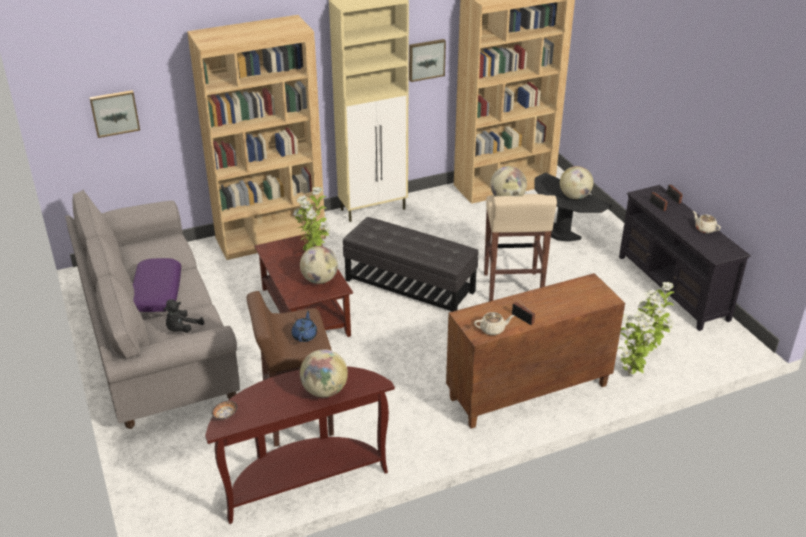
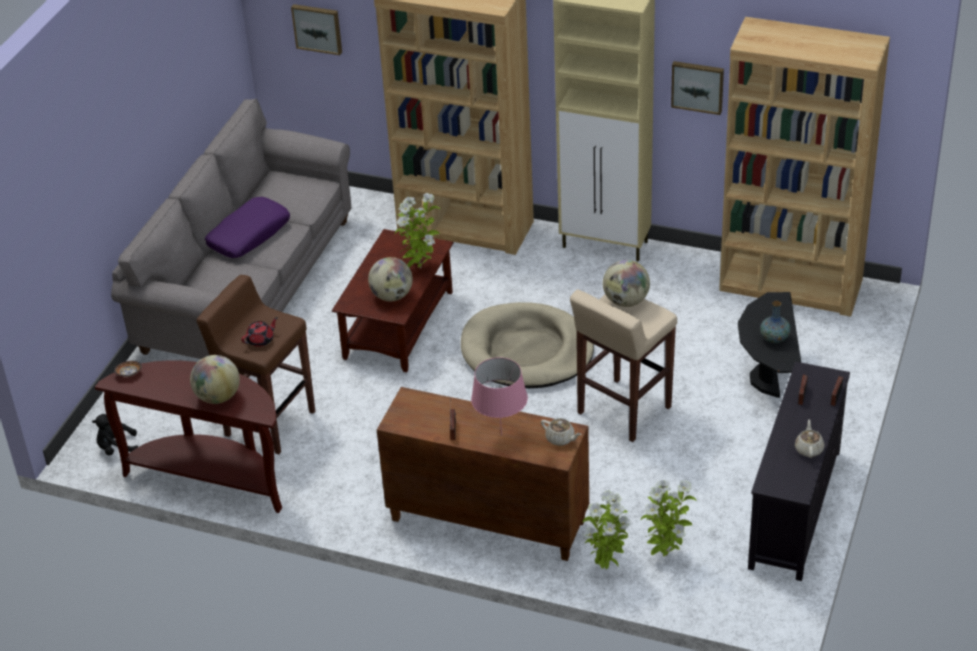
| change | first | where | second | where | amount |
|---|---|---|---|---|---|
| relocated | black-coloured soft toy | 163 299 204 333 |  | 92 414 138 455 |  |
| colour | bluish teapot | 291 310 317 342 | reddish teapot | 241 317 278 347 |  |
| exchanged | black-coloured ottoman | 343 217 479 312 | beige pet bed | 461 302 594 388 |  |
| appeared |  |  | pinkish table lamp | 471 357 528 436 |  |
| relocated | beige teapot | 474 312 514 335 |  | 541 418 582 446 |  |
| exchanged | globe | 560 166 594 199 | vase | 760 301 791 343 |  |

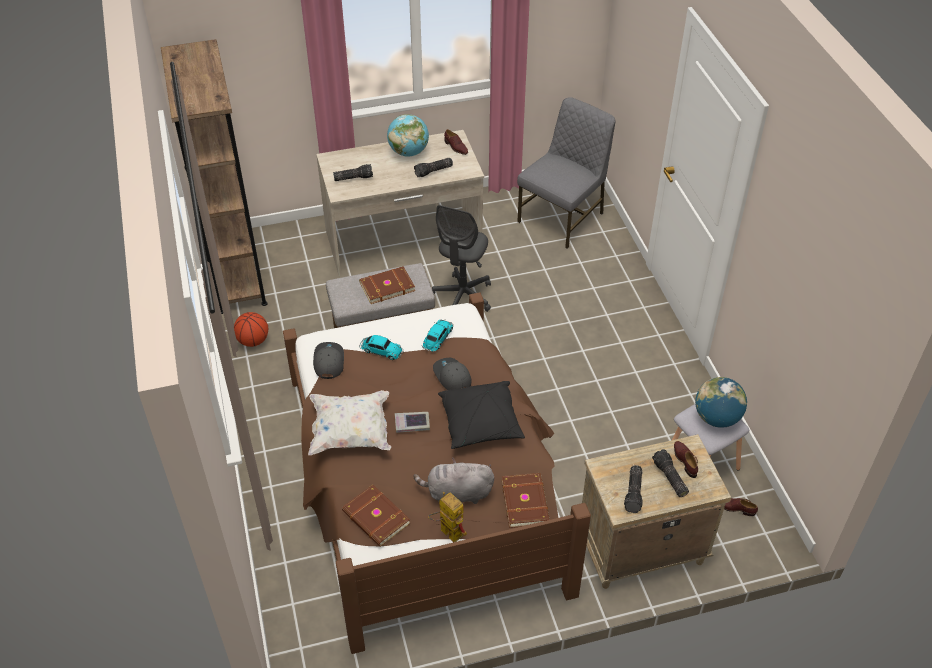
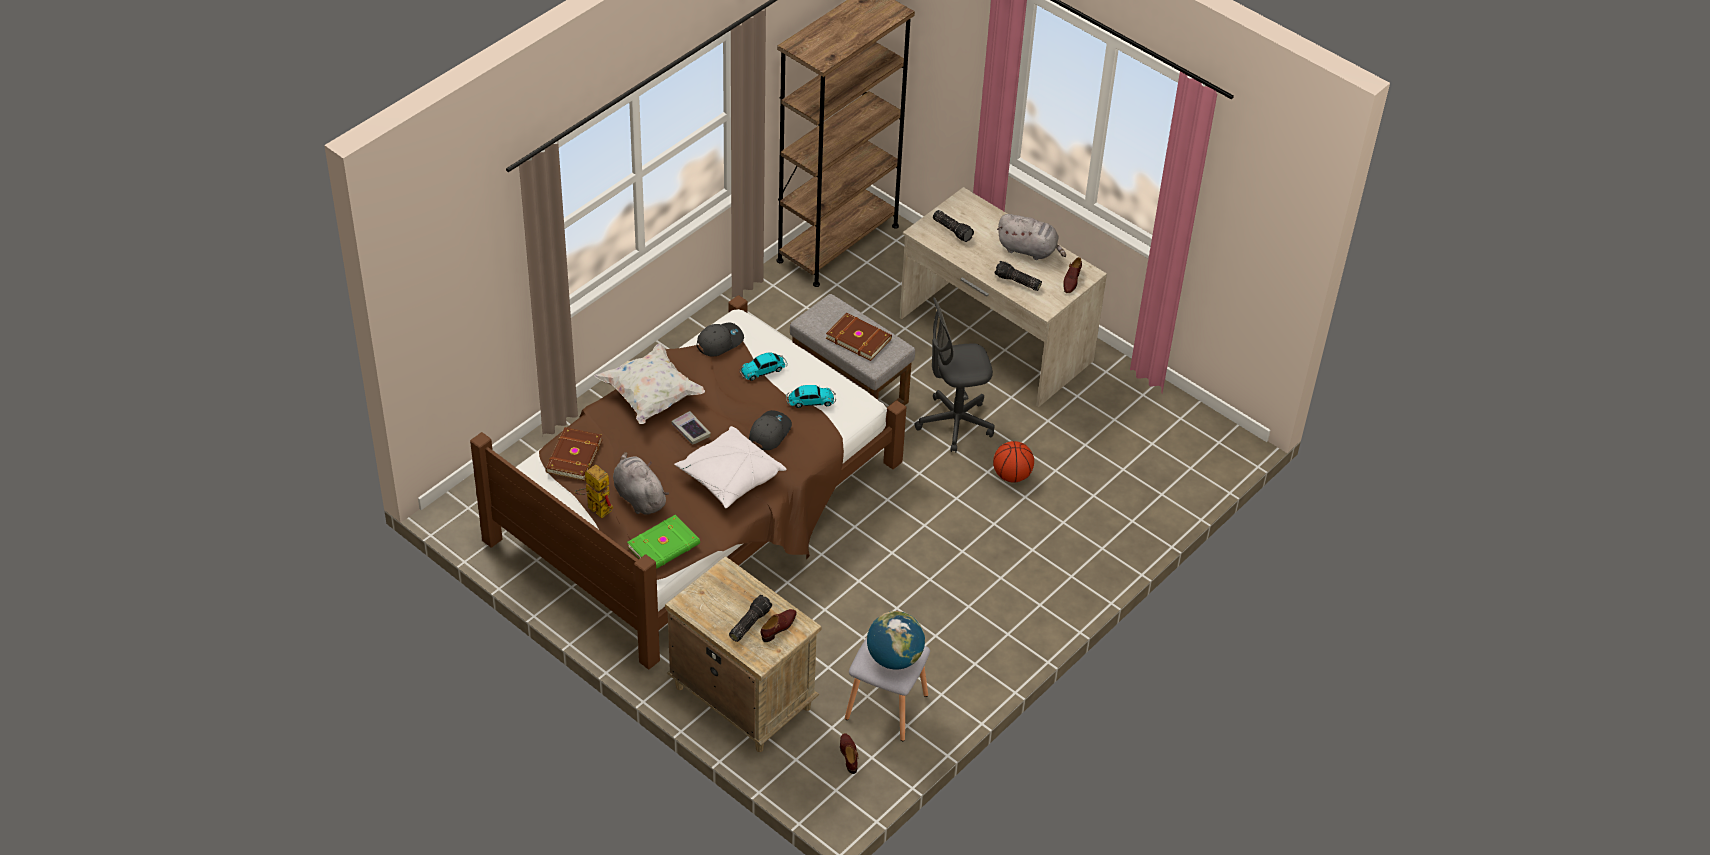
| change | first | where | second | where | amount |
|---|---|---|---|---|---|
| spun | model robot | 428 492 467 542 |  | 574 464 613 519 | 60 degrees counterclockwise |
| colour | brown volume | 502 473 550 528 | green volume | 627 515 700 569 |  |
| colour | black-coloured pillow | 438 381 525 449 | white-coloured pillow | 674 426 787 508 |  |
| spun | model car | 359 335 403 360 |  | 740 352 788 381 | 75 degrees clockwise |
| relocated | basketball ball | 234 312 268 347 |  | 993 441 1034 483 |  |
| exchanged | globe | 387 114 429 157 | gray soft toy | 997 214 1066 260 |  |
| missing | gray plain chair | 517 97 616 249 |  |  |  |
| missing | torch | 624 465 643 513 |  |  |  |

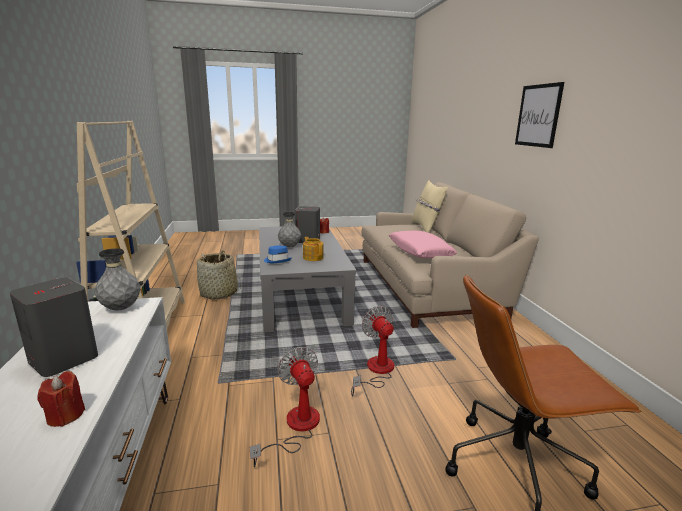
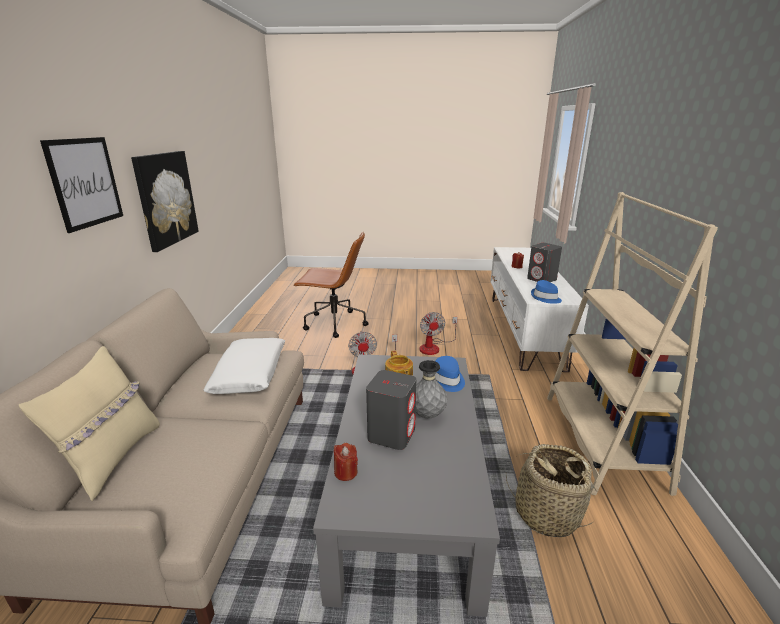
| change | first | where | second | where | amount |
|---|---|---|---|---|---|
| appeared |  |  | picture | 131 151 199 252 |  |
| colour | pinkish pillow | 389 231 457 258 | white-coloured pillow | 203 338 285 394 |  |
| exchanged | gray vase | 94 248 140 310 | bluish wearable hat | 531 280 562 304 |  |

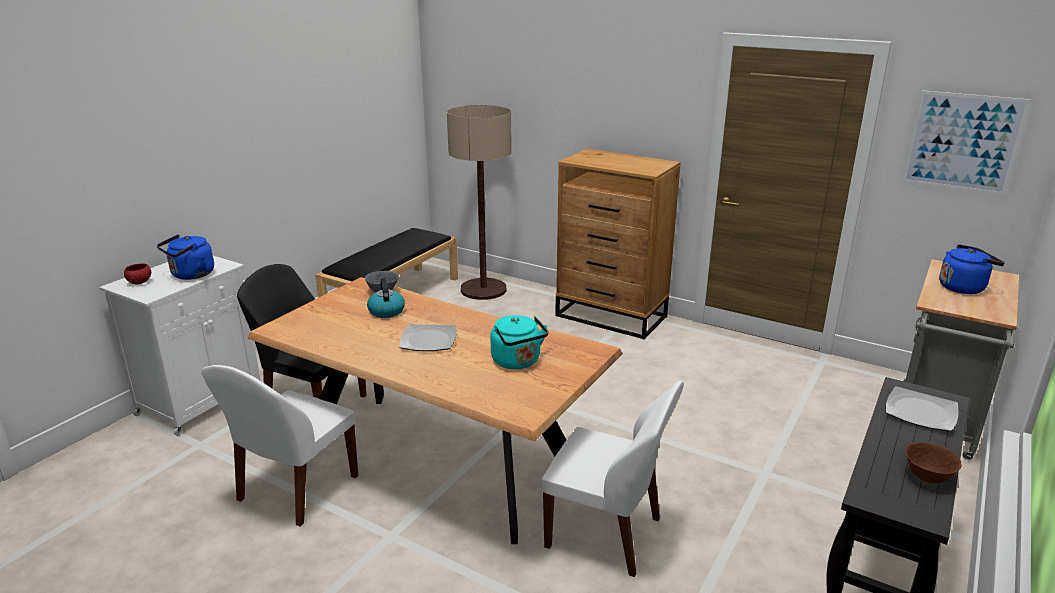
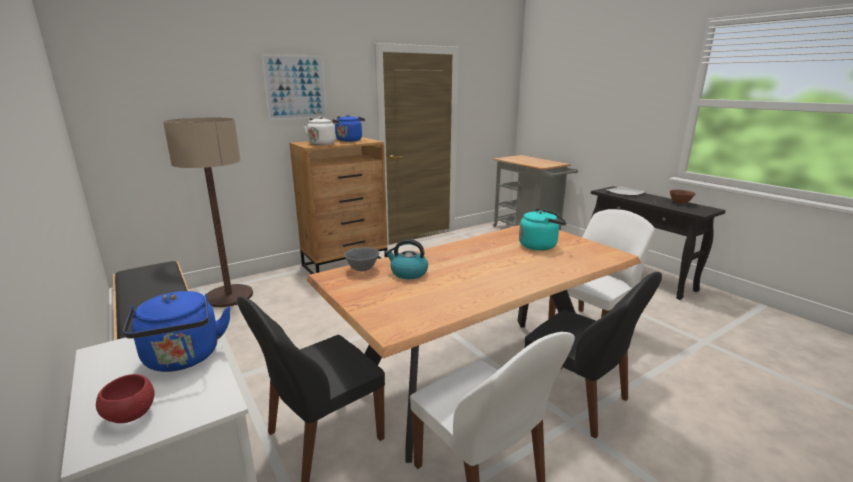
| change | first | where | second | where | amount |
|---|---|---|---|---|---|
| relocated | picture | 902 90 1031 195 |  | 261 54 327 121 |  |
| appeared |  |  | white-coloured tea kettle | 303 117 339 145 |  |
| relocated | bluish tea kettle | 939 244 1005 294 |  | 335 115 365 142 |  |
| appeared |  |  | black-coloured plain chair | 525 272 662 439 |  |
| missing | dinner plate | 399 324 457 351 |  |  |  |

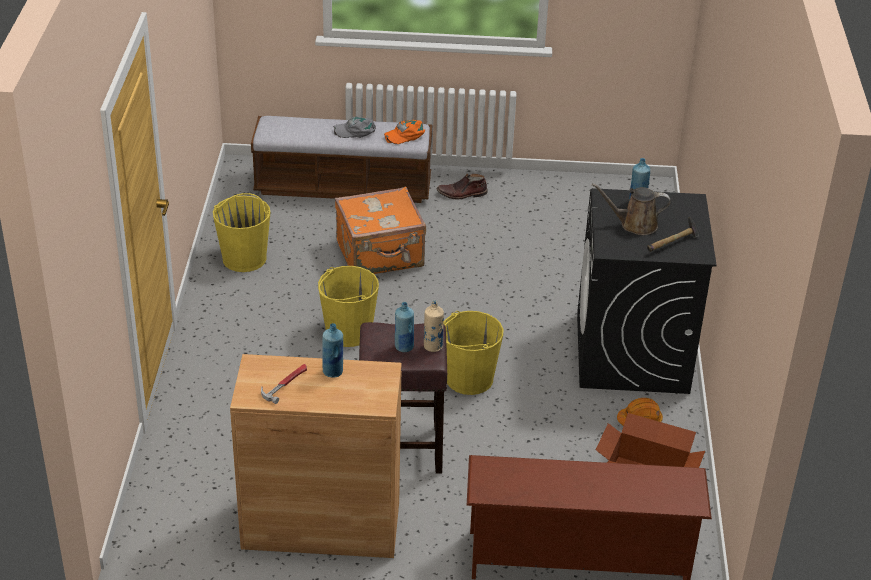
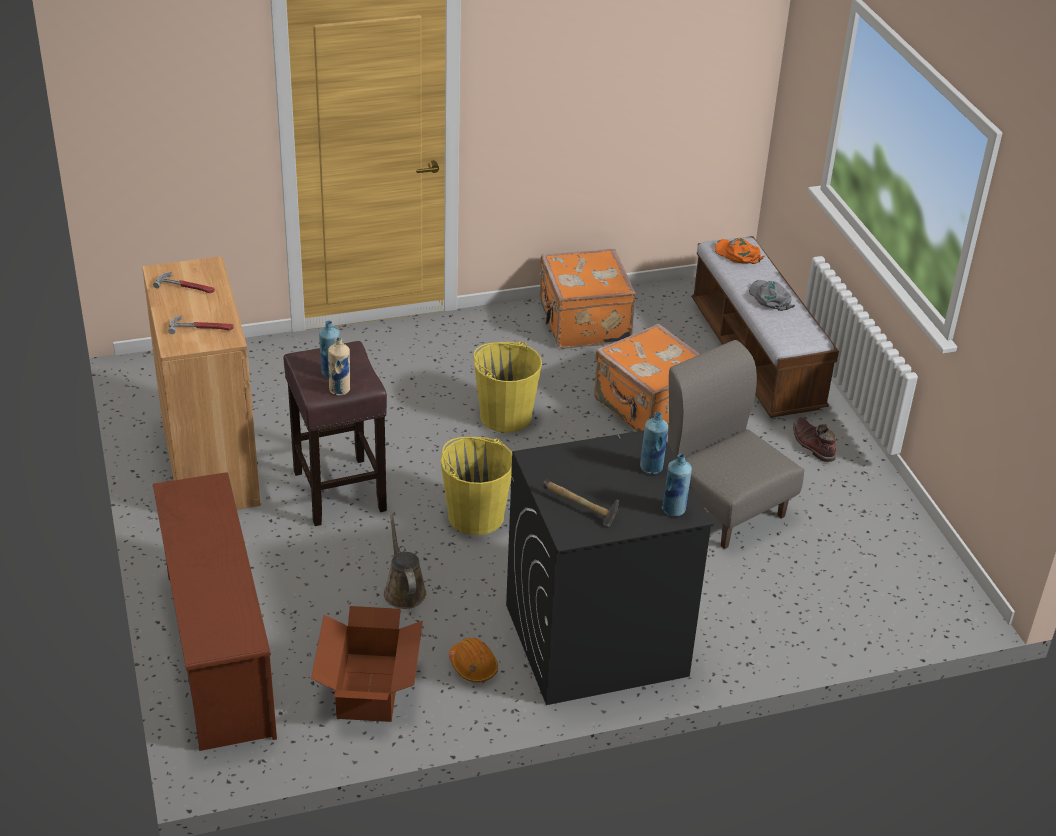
| change | first | where | second | where | amount |
|---|---|---|---|---|---|
| appeared |  |  | hammer | 168 315 234 334 |  |
| relocated | brown watering pot | 592 183 670 235 |  | 384 513 427 609 |  |
| exchanged | yellow-coloured pail | 213 193 271 272 | orange suitcase | 539 249 636 349 |  |
| relocated | bluish bottle | 322 323 343 378 |  | 662 454 692 516 |  |
| appeared |  |  | gray plain chair | 668 340 804 549 |  |
| relocated | orange peaked cap | 384 120 425 144 |  | 715 238 765 264 |  |

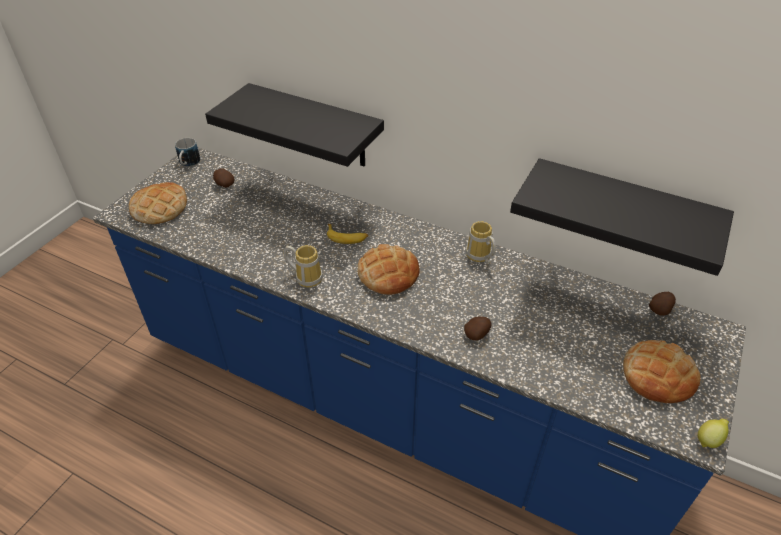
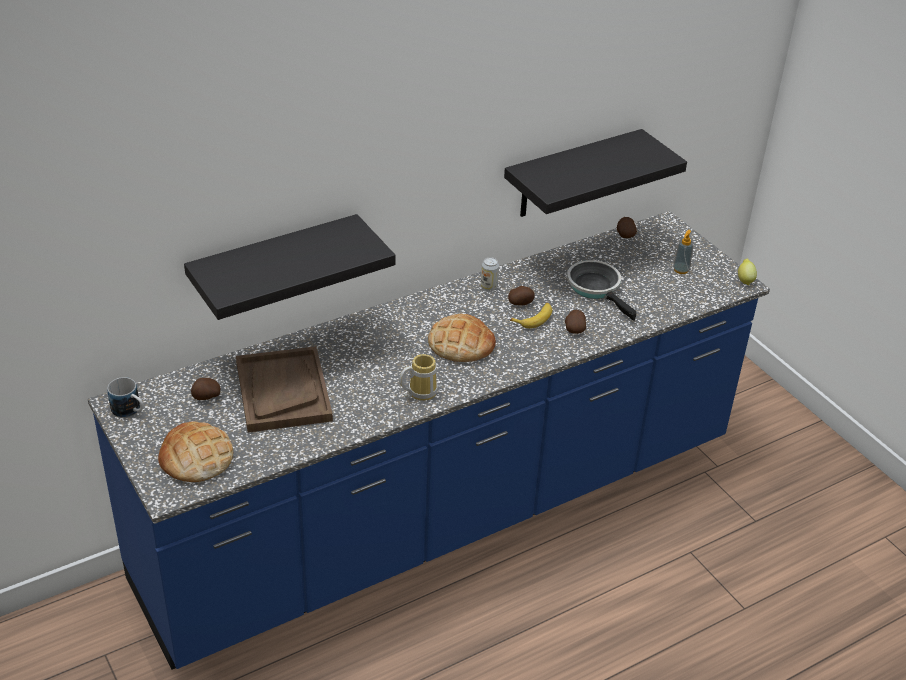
| change | first | where | second | where | amount |
|---|---|---|---|---|---|
| appeared |  |  | brown serving tray | 236 346 333 433 |  |
| exchanged | mug | 466 221 496 264 | sealed can | 481 257 499 291 |  |
| appeared |  |  | spud | 508 286 535 305 |  |
| relocated | whole banana | 327 224 368 244 |  | 510 303 552 328 |  |
| appeared |  |  | pan | 567 260 637 321 |  |
| exchanged | baked bread | 623 340 701 403 | soap dispenser | 673 230 694 274 |  |

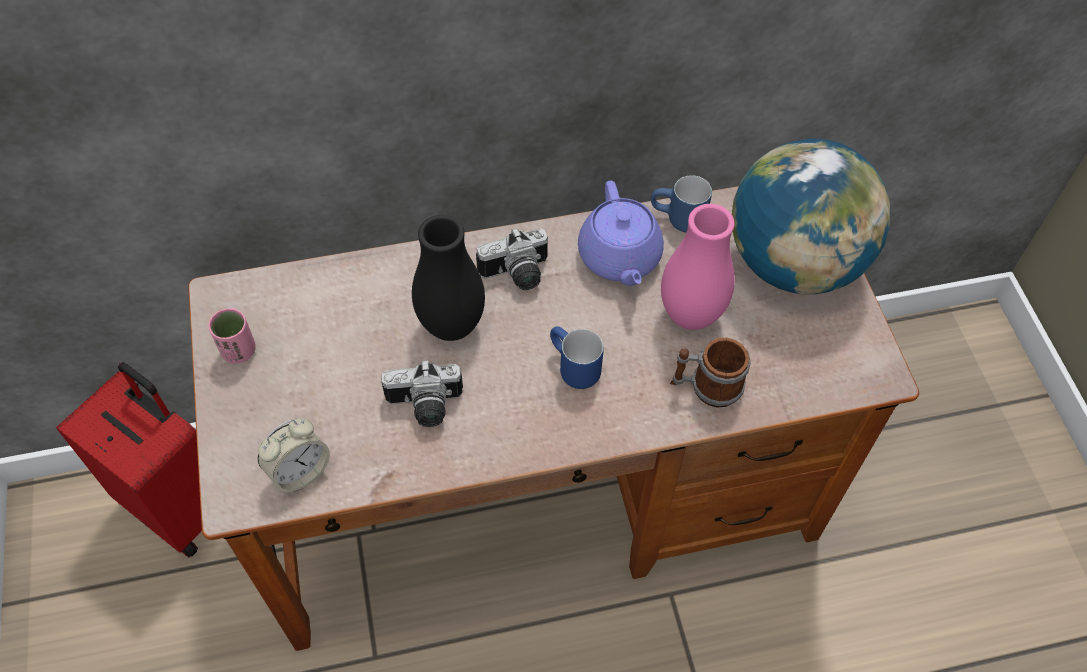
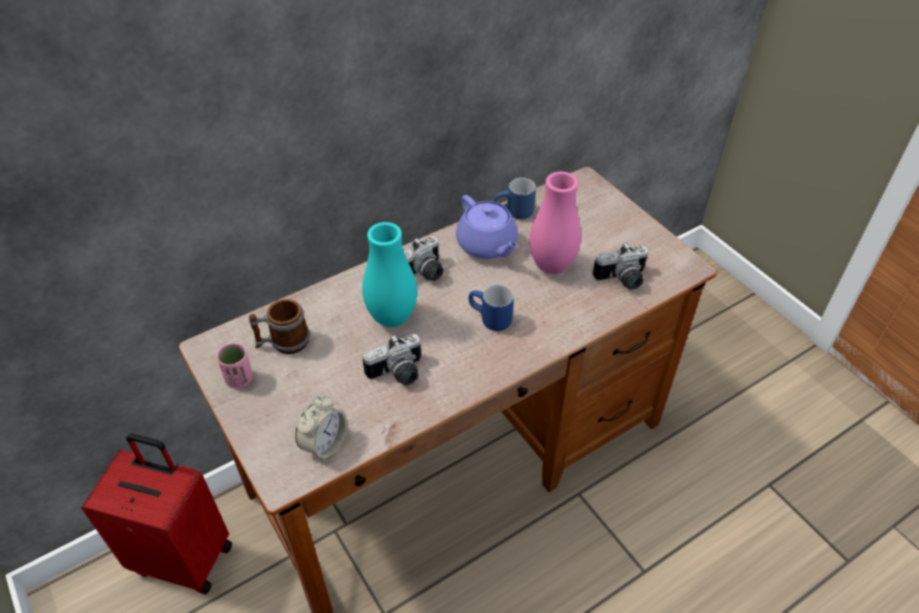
| change | first | where | second | where | amount |
|---|---|---|---|---|---|
| relocated | mug | 670 337 751 408 |  | 249 299 310 354 |  |
| colour | black-coloured vase | 412 215 485 341 | blue-green vase | 362 222 417 327 |  |
| appeared |  |  | photo camera | 593 243 648 290 |  |
| missing | globe | 732 139 890 294 |  |  |  |

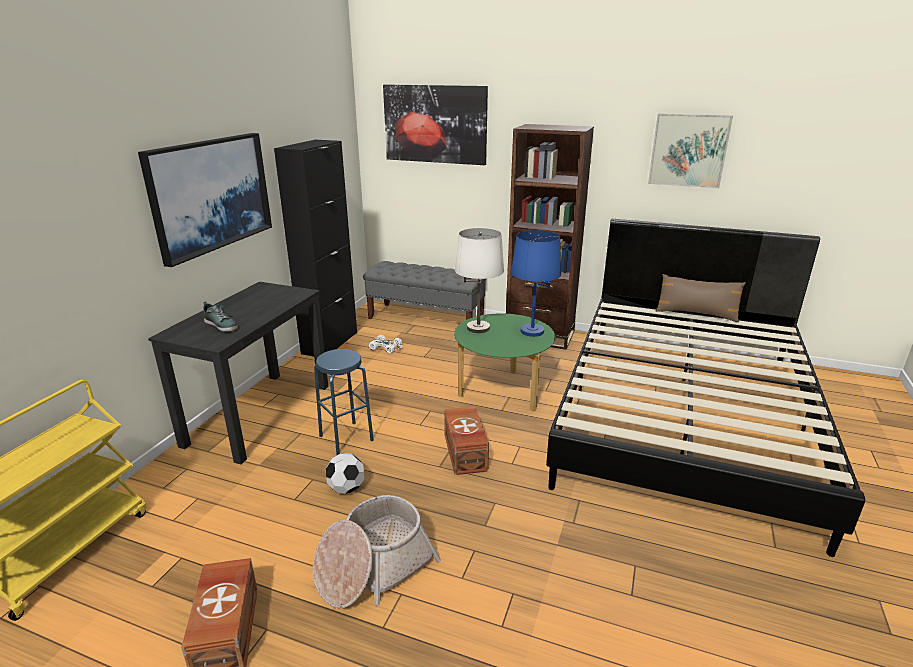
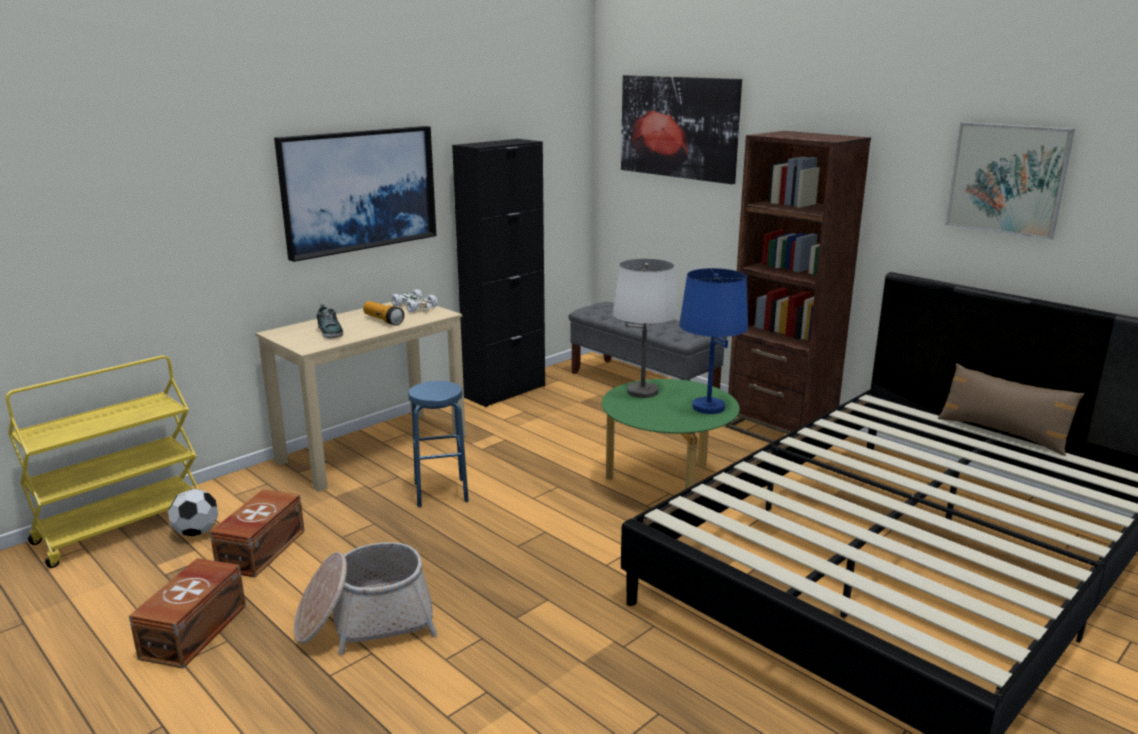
| change | first | where | second | where | amount |
|---|---|---|---|---|---|
| relocated | football | 326 453 365 494 |  | 168 489 218 537 |  |
| relocated | brown storage bin | 444 406 489 475 |  | 210 489 305 577 |  |
| colour | black-coloured desk table | 148 282 328 464 | beige desk table | 256 302 466 492 |  |
| appeared |  |  | torch | 363 301 404 326 |  |
| relocated | white-coloured model car | 369 335 403 354 |  | 391 289 438 313 |  |

